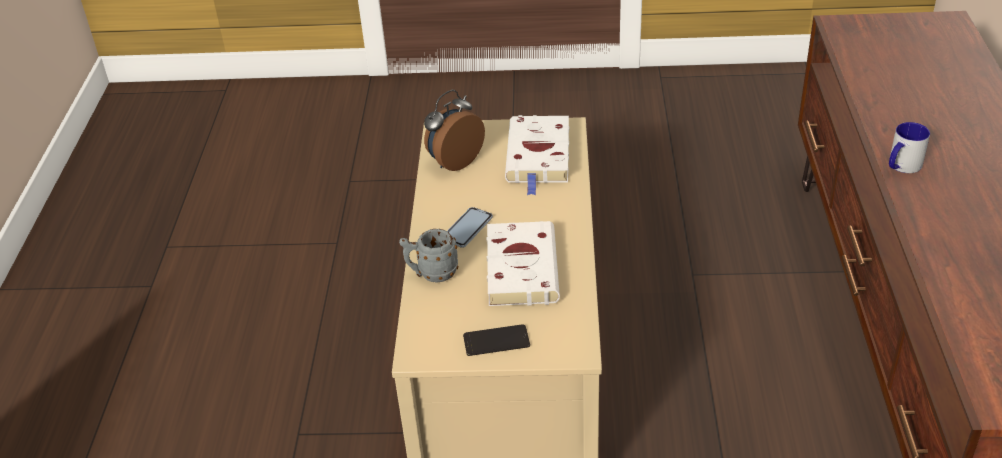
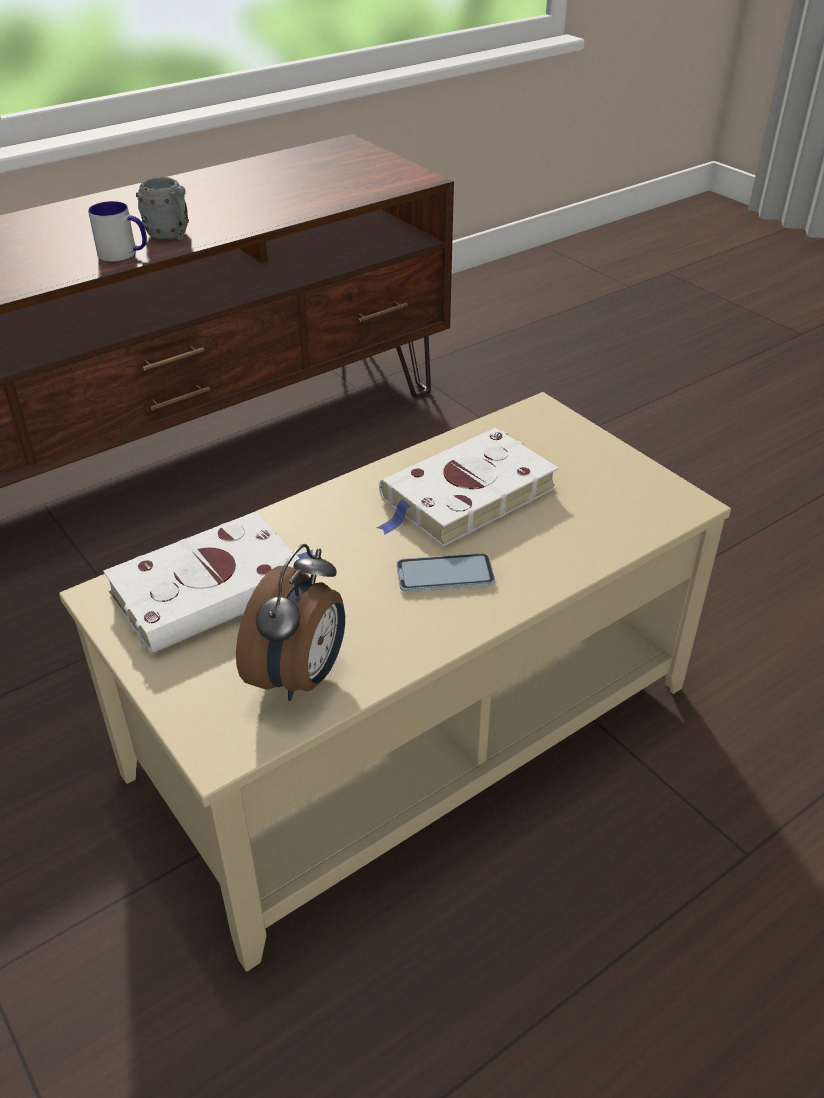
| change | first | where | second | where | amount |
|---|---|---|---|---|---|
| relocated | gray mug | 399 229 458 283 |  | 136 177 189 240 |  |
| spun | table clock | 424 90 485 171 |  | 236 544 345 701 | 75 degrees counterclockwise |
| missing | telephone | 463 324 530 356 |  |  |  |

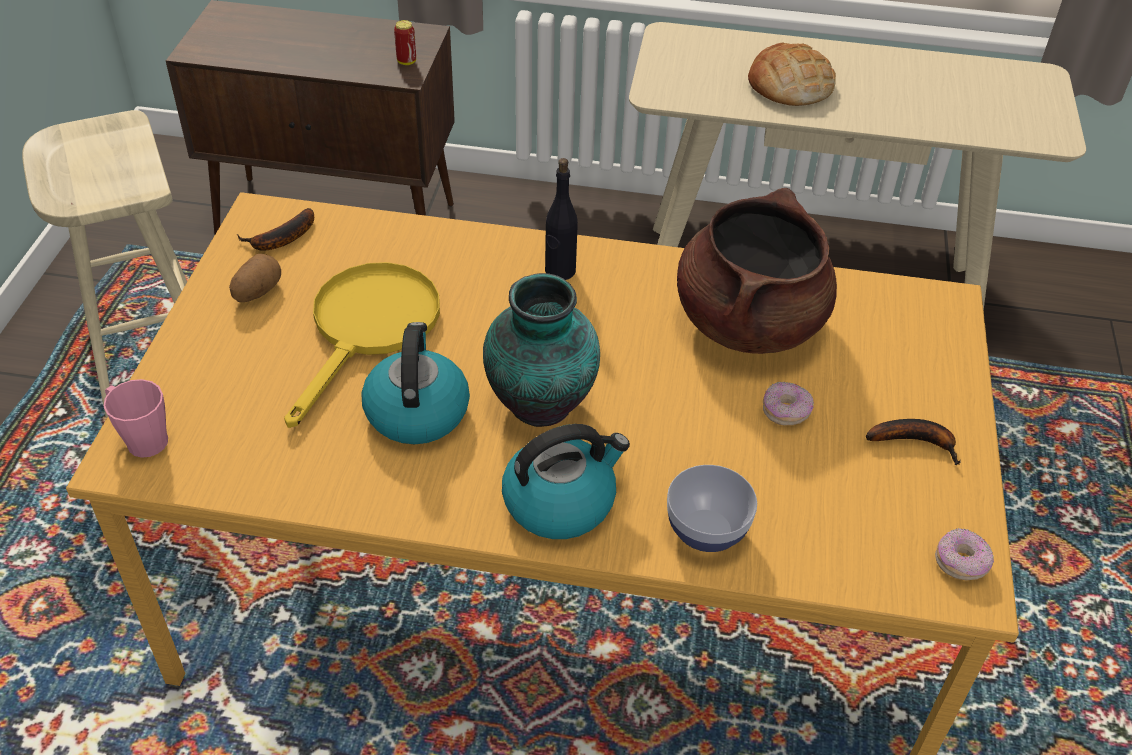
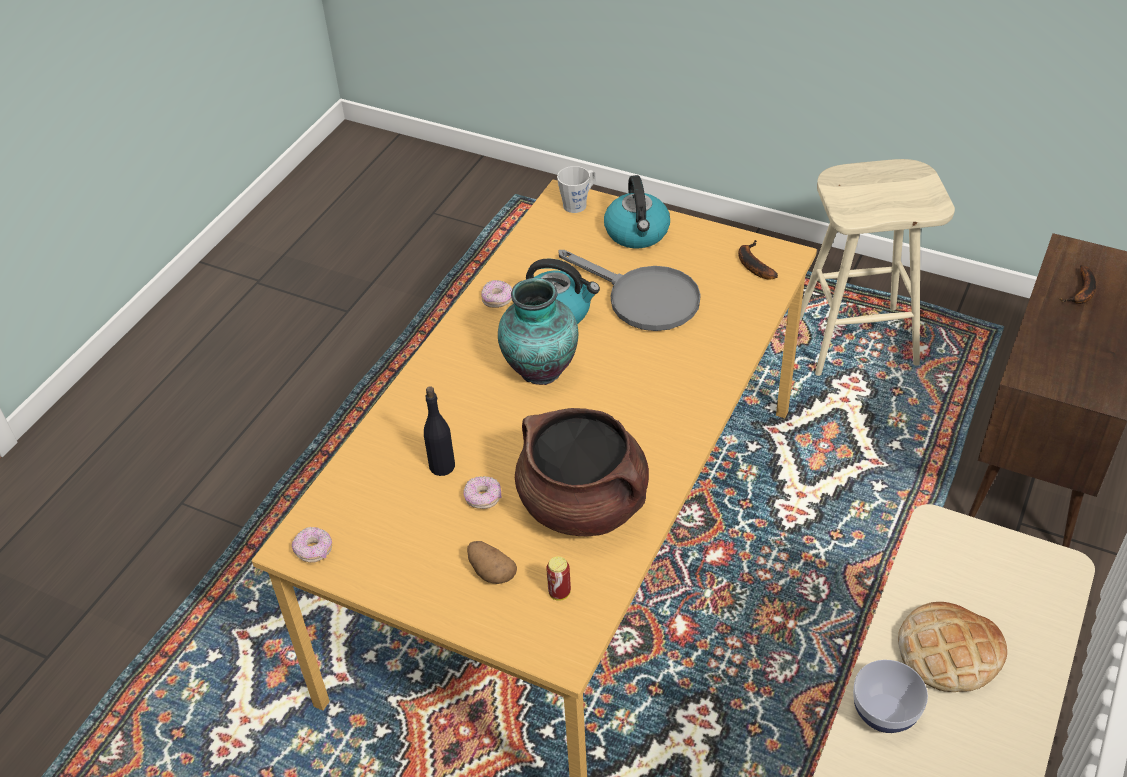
| change | first | where | second | where | amount |
|---|---|---|---|---|---|
| relocated | black-coloured bottle | 545 158 578 280 |  | 424 386 455 476 |  |
| relocated | spud | 229 254 281 302 |  | 467 541 517 584 |  |
| appeared |  |  | donut | 481 280 512 308 |  |
| relocated | sealed can | 394 20 416 65 |  | 546 556 571 601 |  |
| colour | pinkish mug | 103 379 168 458 | gray mug | 557 166 596 213 |  |
| colour | yellow-coloured pan | 284 262 440 428 | gray pan | 559 250 700 331 |  |
| relocated | tea kettle | 502 424 630 539 |  | 604 175 670 248 |  |
| relocated | deep dish | 667 465 757 552 |  | 853 660 928 733 |  |
| relocated | whole banana | 866 419 961 465 |  | 1059 265 1096 304 |  |

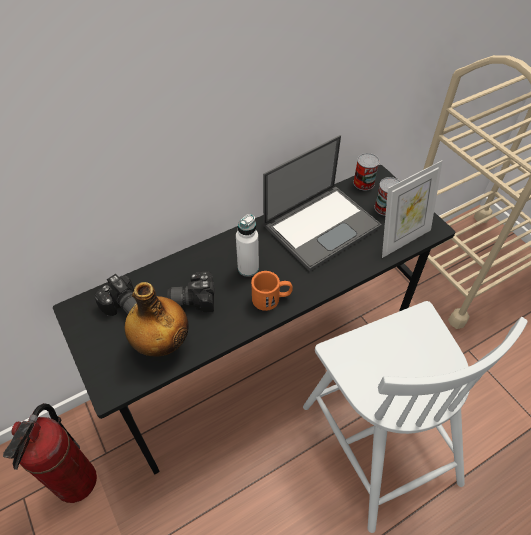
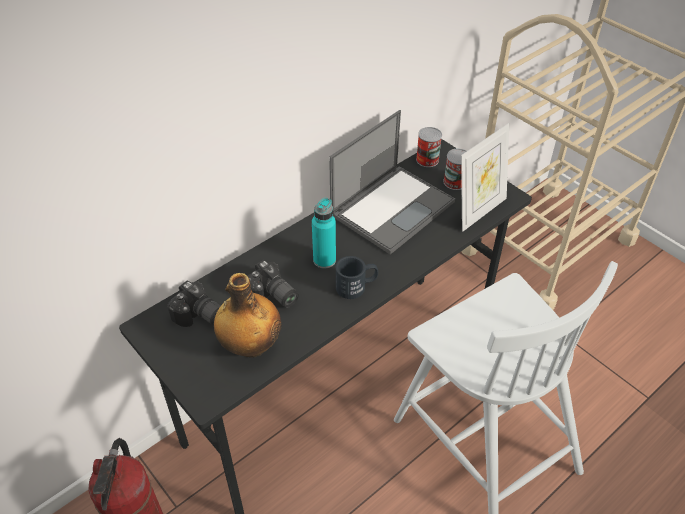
| change | first | where | second | where | amount |
|---|---|---|---|---|---|
| spun | photo camera | 167 271 214 312 |  | 248 260 299 307 | 120 degrees counterclockwise |
| colour | white-coloured bottle | 236 214 259 277 | blue-green bottle | 312 198 336 269 |  |
| colour | orange mug | 251 271 293 311 | black-coloured mug | 336 256 378 299 |  |

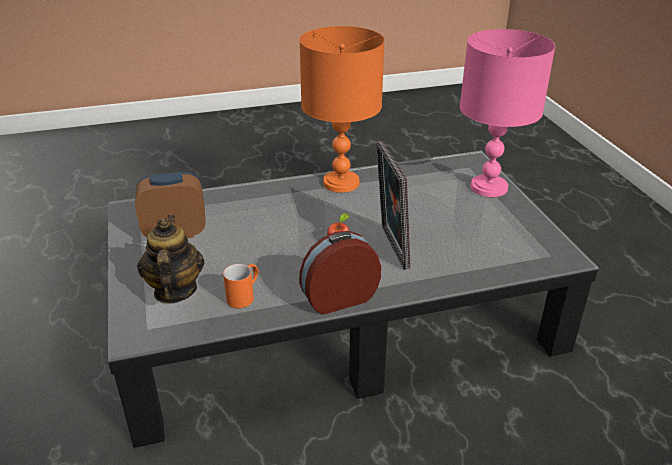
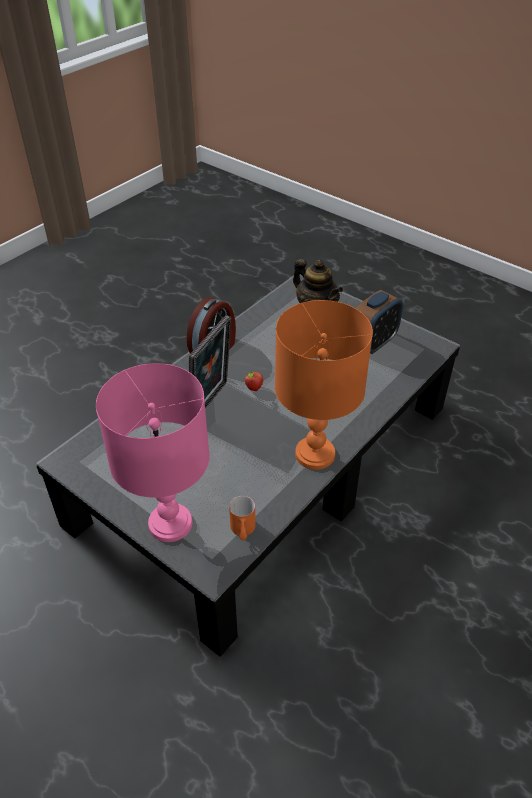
| change | first | where | second | where | amount |
|---|---|---|---|---|---|
| spun | picture frame | 376 141 411 270 |  | 189 315 231 409 | 75 degrees clockwise |
| relocated | orange mug | 223 264 259 308 |  | 229 496 255 541 |  |

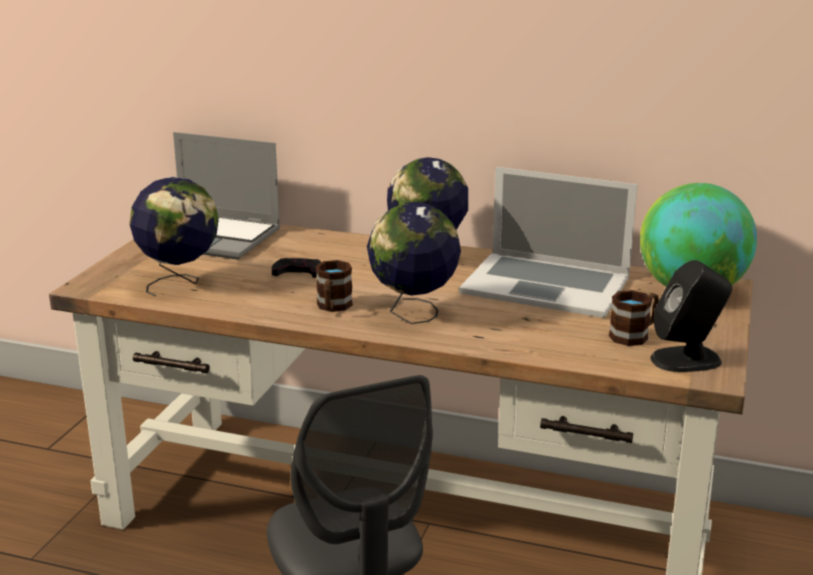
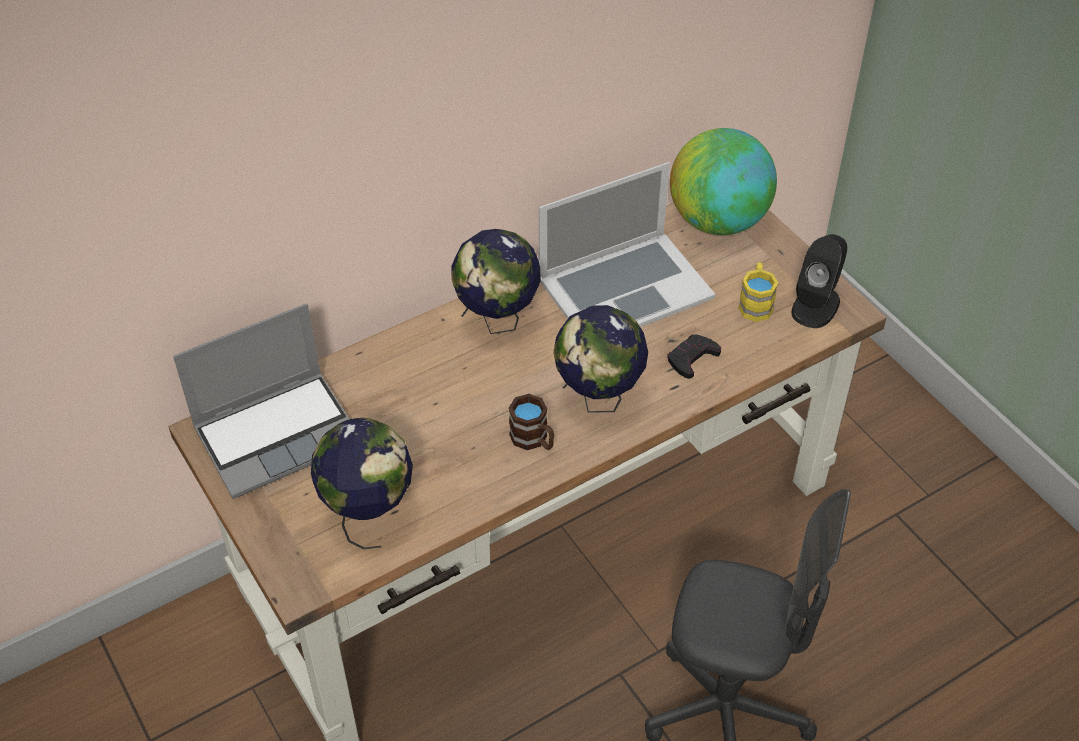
| change | first | where | second | where | amount |
|---|---|---|---|---|---|
| relocated | black-coloured game controller | 272 258 321 278 |  | 667 334 721 379 |  |
| colour | brown mug | 609 290 659 346 | yellow-coloured mug | 738 262 778 322 |  |

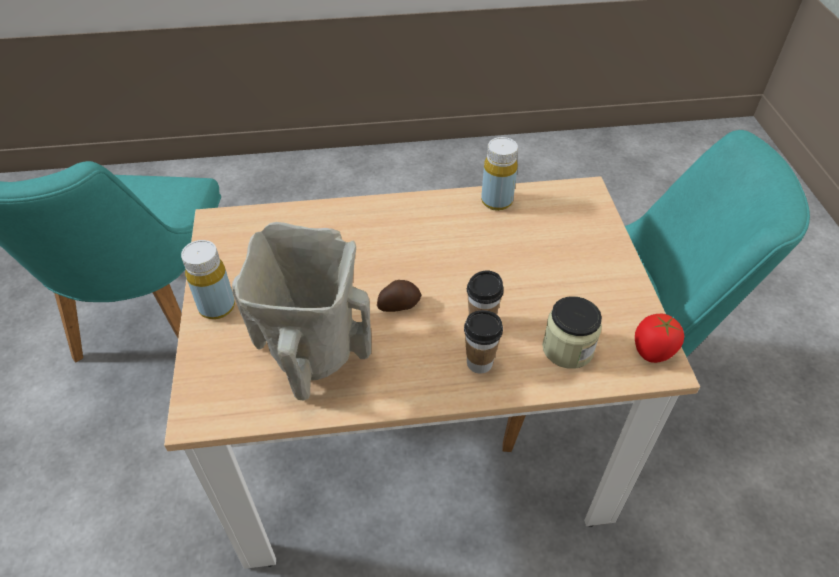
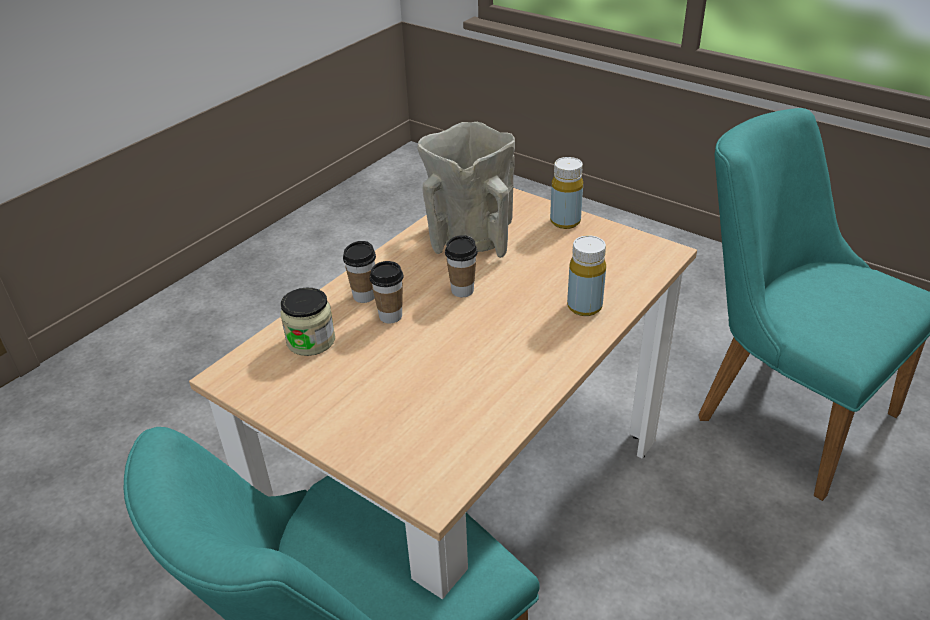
| change | first | where | second | where | amount |
|---|---|---|---|---|---|
| exchanged | spud | 377 280 422 312 | cup | 445 235 478 297 |  |
| relocated | yellow-coloured bottle | 481 137 518 211 |  | 567 235 606 316 |  |
| missing | fresh tomato | 635 314 684 363 |  |  |  |

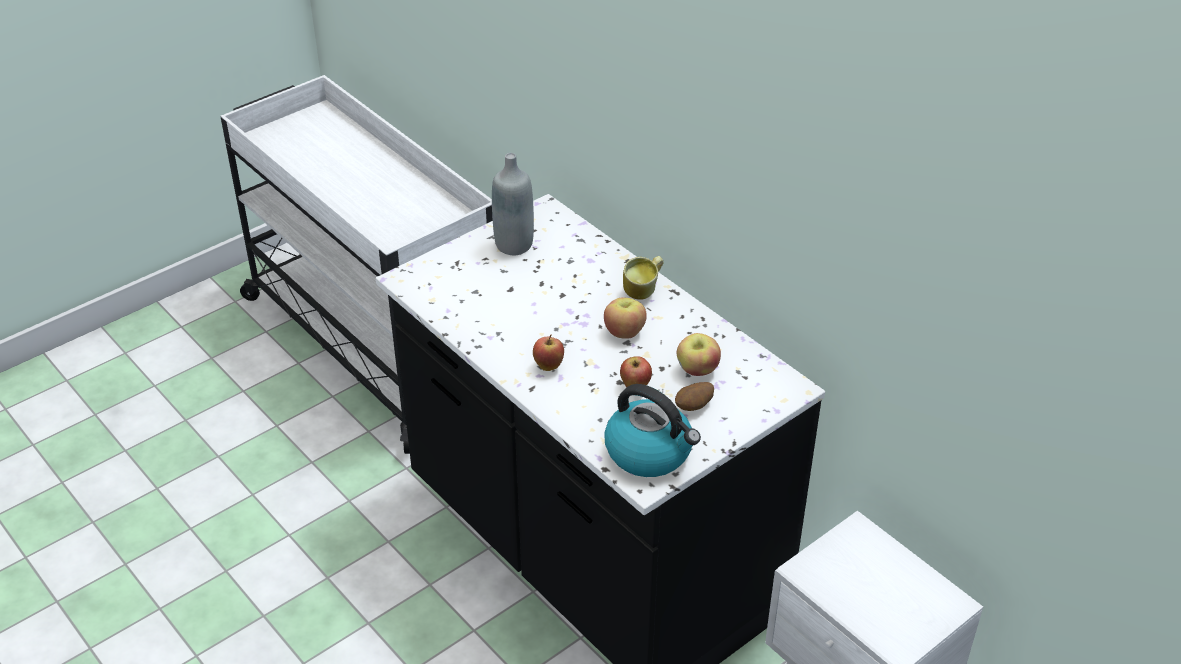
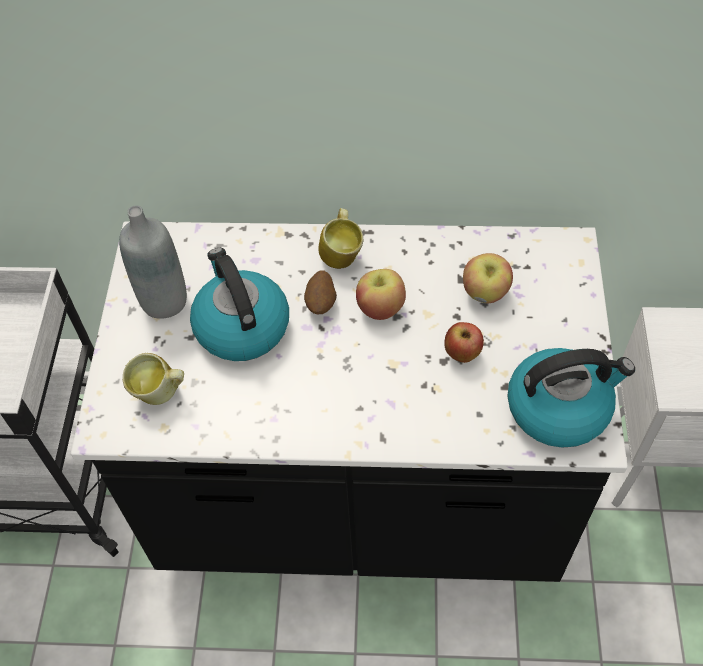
| change | first | where | second | where | amount |
|---|---|---|---|---|---|
| appeared |  |  | mug | 122 353 184 405 |  |
| appeared |  |  | tea kettle | 190 248 289 361 |  |
| relocated | spud | 675 382 714 411 |  | 304 270 337 314 |  |
| missing | whole apple | 533 335 564 371 |  |  |  |

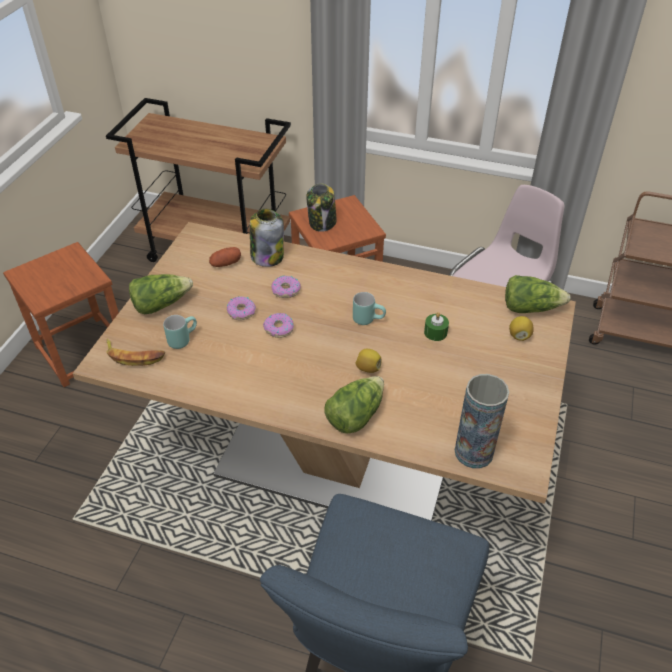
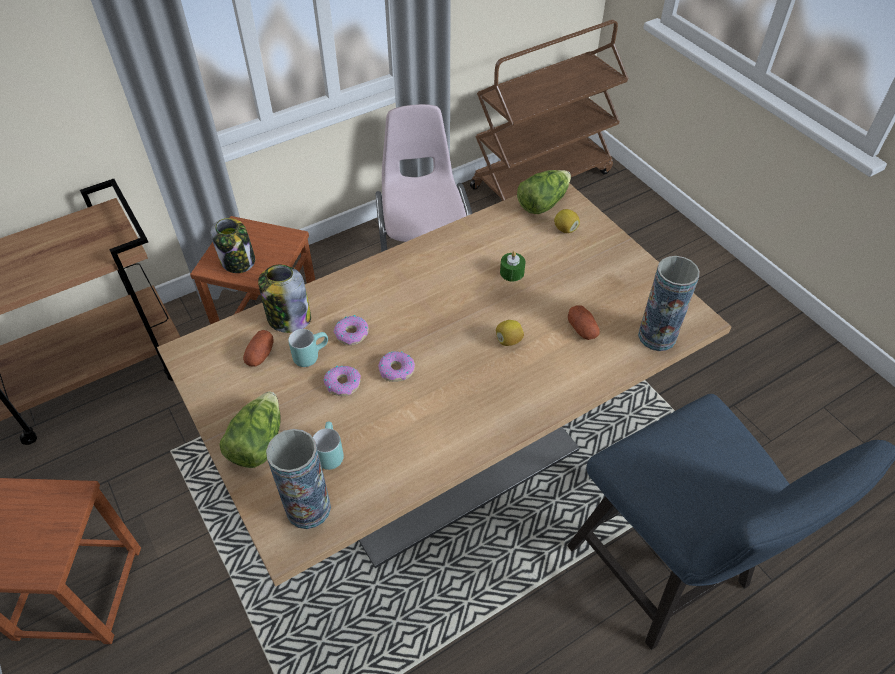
| change | first | where | second | where | amount |
|---|---|---|---|---|---|
| exchanged | whole banana | 106 338 165 366 | vase | 266 429 331 529 |  |
| relocated | blue-green mug | 353 292 386 325 |  | 288 329 328 367 |  |
| appeared |  |  | spud | 568 305 600 340 |  |
| missing | lettuce | 324 376 384 434 |  |  |  |

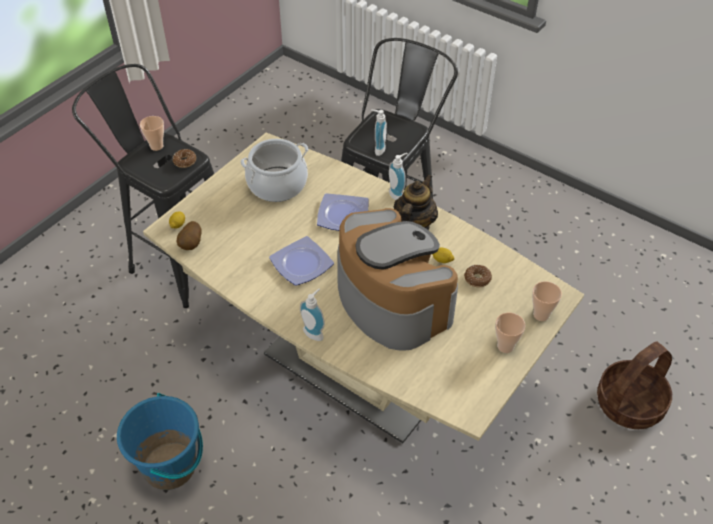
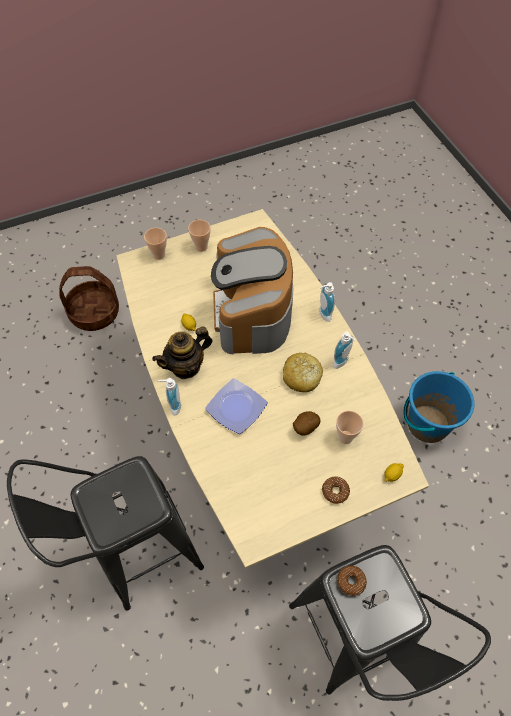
| change | first | where | second | where | amount |
|---|---|---|---|---|---|
| exchanged | dinner plate | 269 236 334 286 | baked bread | 283 353 323 392 |  |
| relocated | spud | 177 221 202 250 |  | 293 411 321 436 |  |
| relocated | donut | 464 265 492 287 |  | 322 477 350 504 |  |
| relocated | soap dispenser | 371 110 387 156 |  | 333 332 356 369 |  |
| relocated | cup | 140 116 164 151 |  | 336 411 363 444 |  |
| missing | saucepot | 241 139 308 202 |  |  |  |

